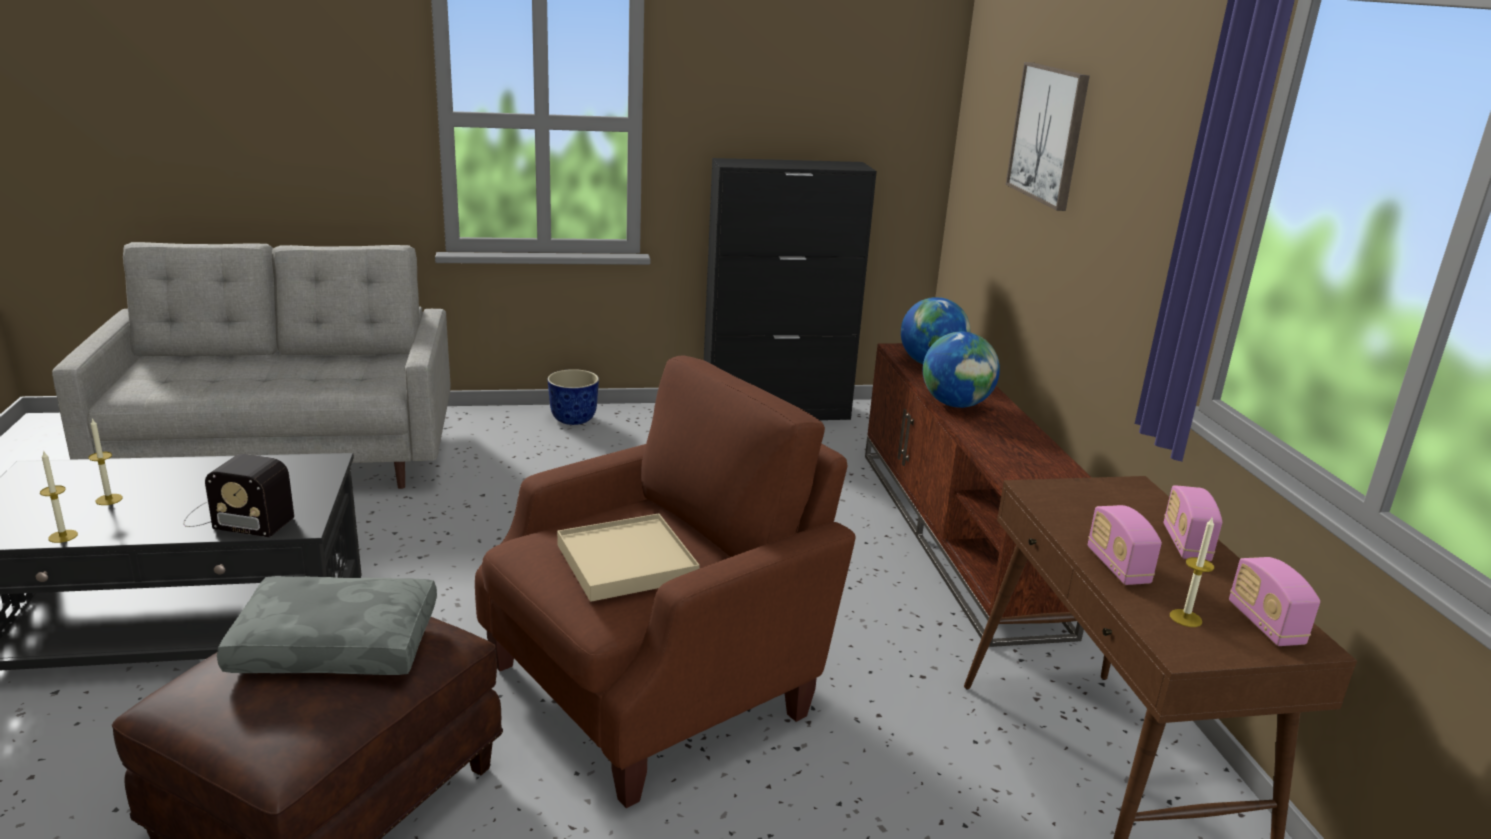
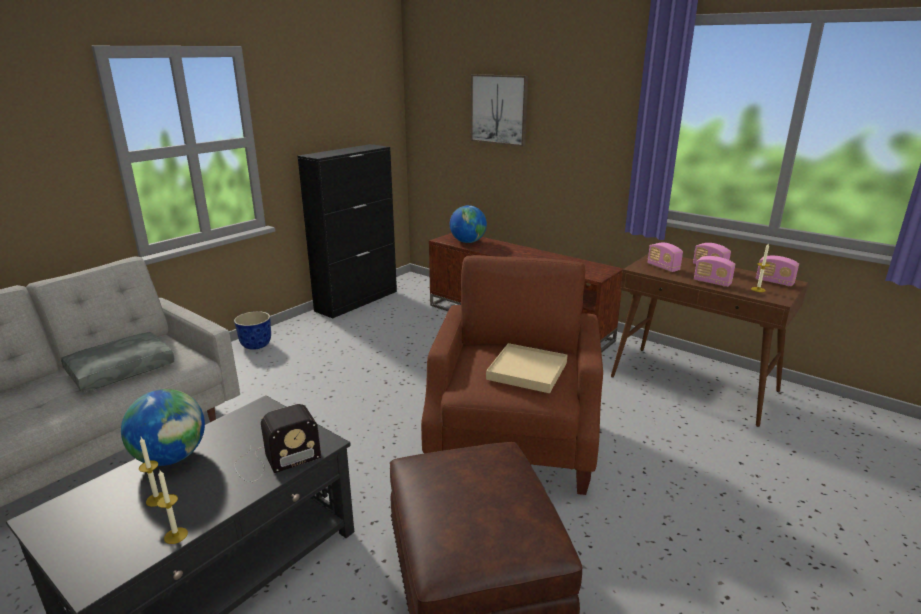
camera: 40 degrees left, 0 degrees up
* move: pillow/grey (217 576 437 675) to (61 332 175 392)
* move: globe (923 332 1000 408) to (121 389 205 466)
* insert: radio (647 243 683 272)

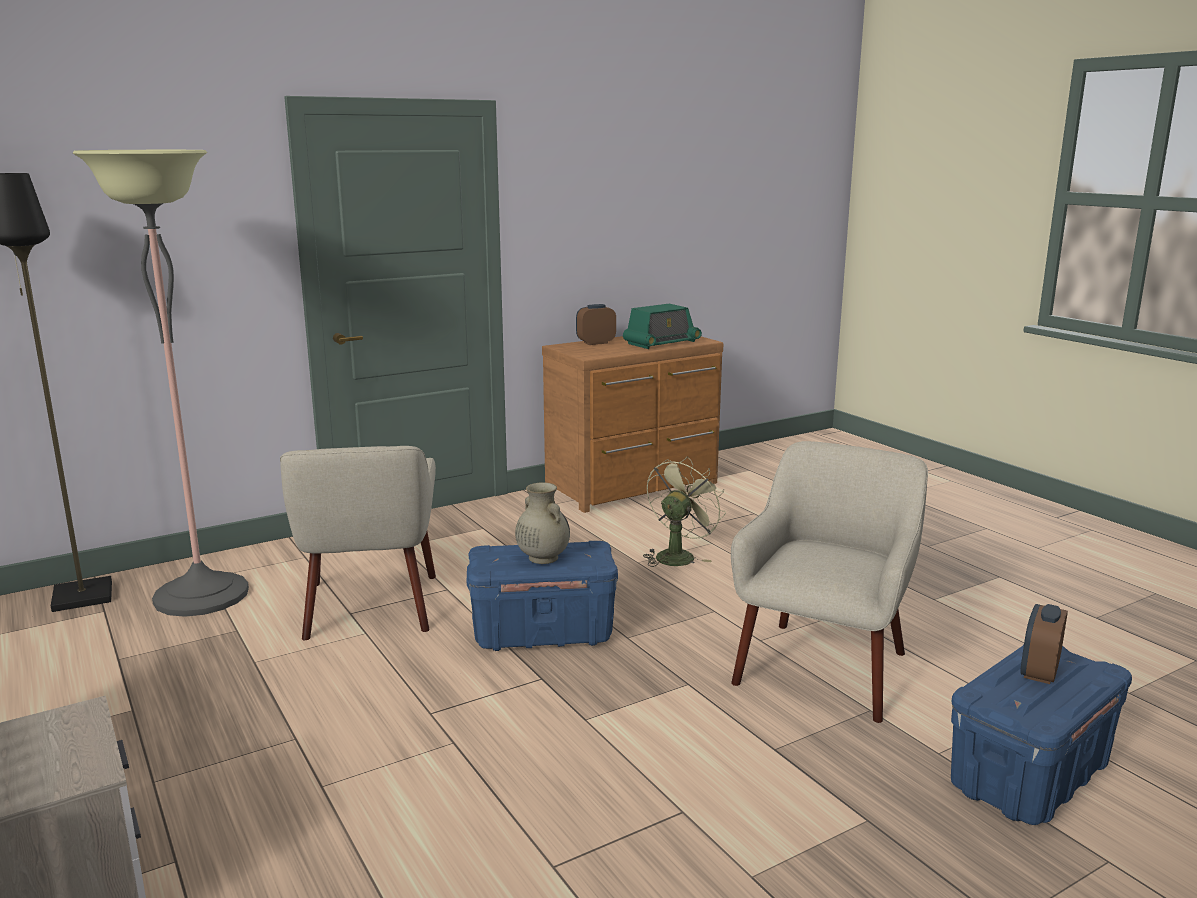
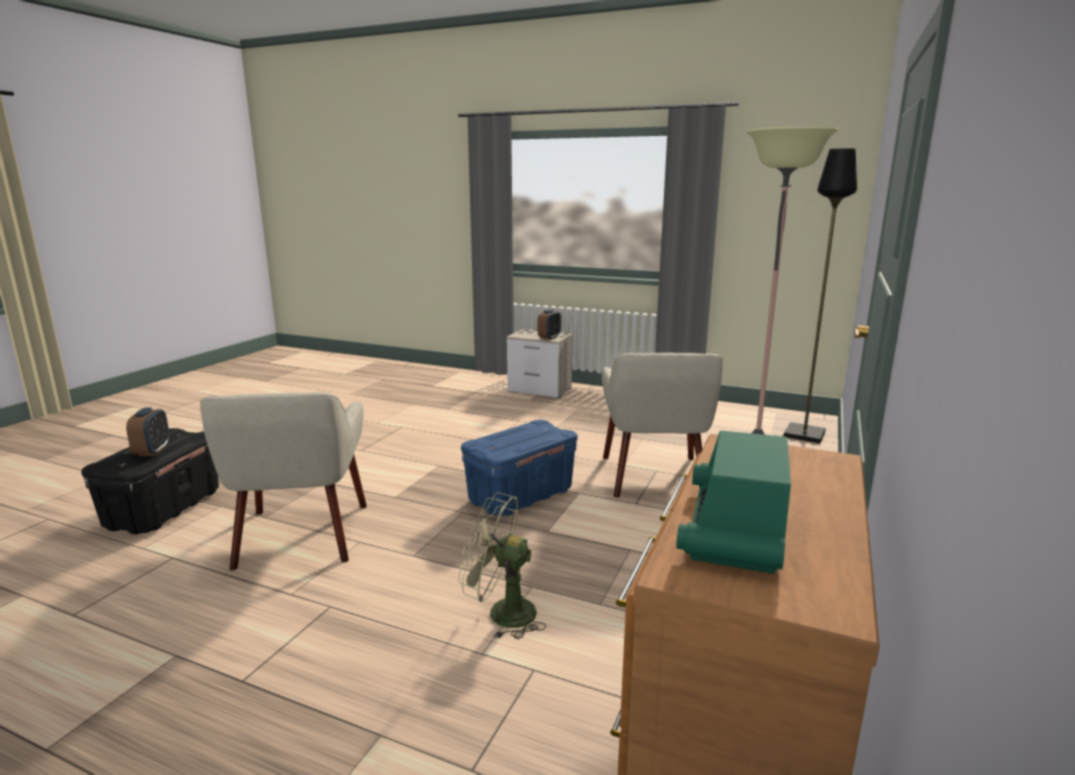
camera: 145 degrees right, 0 degrees up
* rotate: armchair/beige (280 446 436 640) = (602 353 723 498) 135 degrees counterclockwise
* delete: vase/beige (515 482 570 564)
* move: alarm clock (576 304 616 345) to (538 309 561 340)
* rotate: fan/green (643 457 726 567) = (459 492 546 639) 105 degrees clockwise
* recolor: storage box/blue (951 645 1132 825) to storage box/black (81 428 219 535)

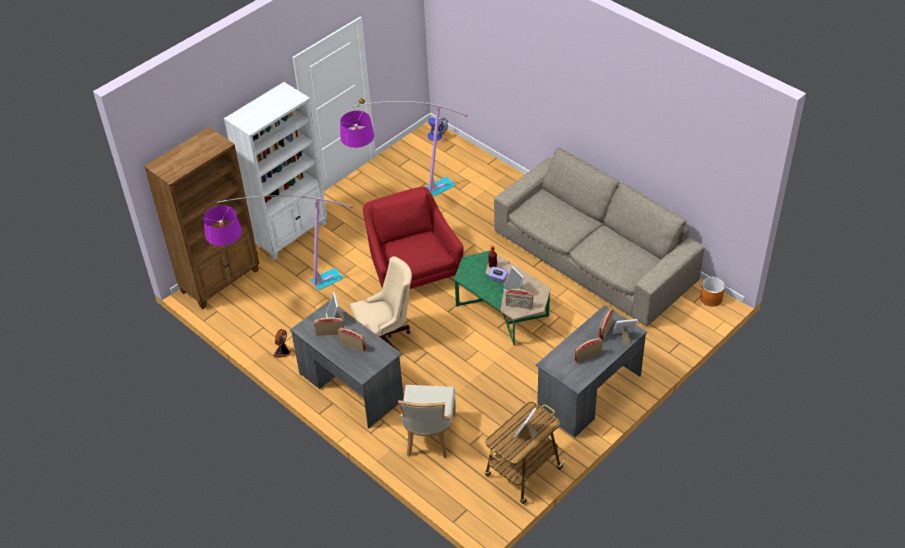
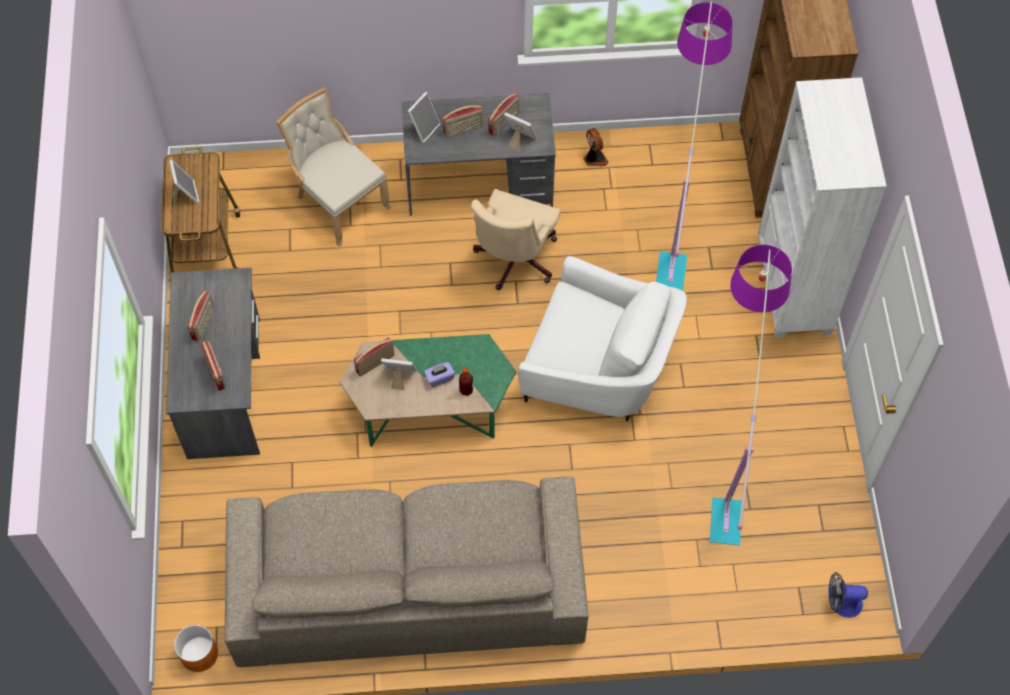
camera: 130 degrees right, 15 degrees up
* recolor: armchair/red (363 187 464 289) to armchair/white (518 256 687 421)
* move: picture frame (613 319 637 345) to (408 92 441 143)

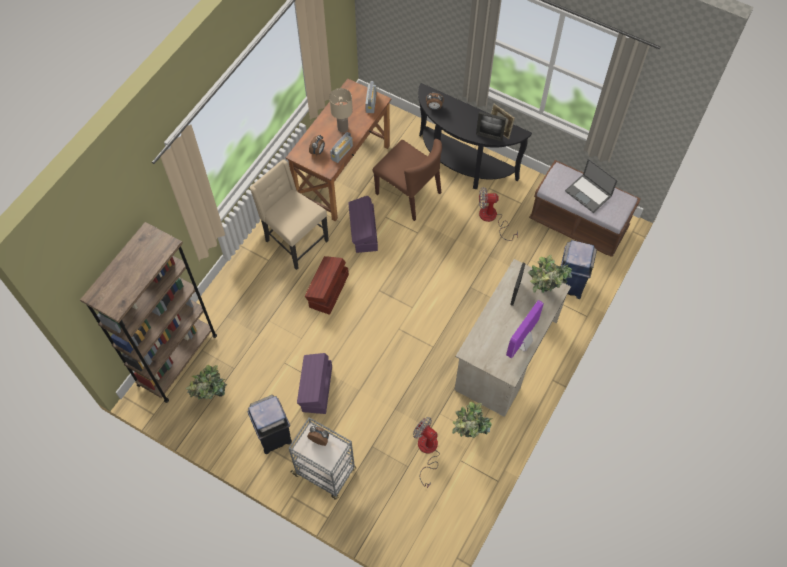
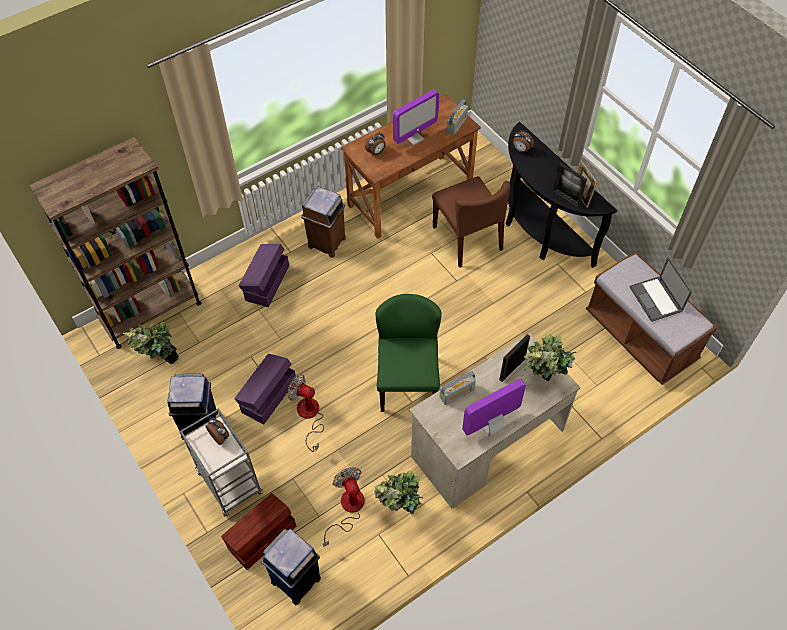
camera: 25 degrees right, 5 degrees down
* replace: chair/beige (250 159 329 270) to trash can/brown (301 187 346 258)
* move: storage box/brown (305 256 349 315) to (221 493 296 570)
* replace: table lamp/beige (329 88 353 132) to monitor (393 89 439 145)
* move: radio (330 132 353 163) to (440 371 476 405)
* move: storage box/purple (348 196 378 253) to (239 244 289 307)
* move: fan (479 187 518 241) to (288 374 324 452)
* move: trash can/blue (561 240 597 299) to (261 529 321 605)
* insert: chair/green (375 294 442 412)

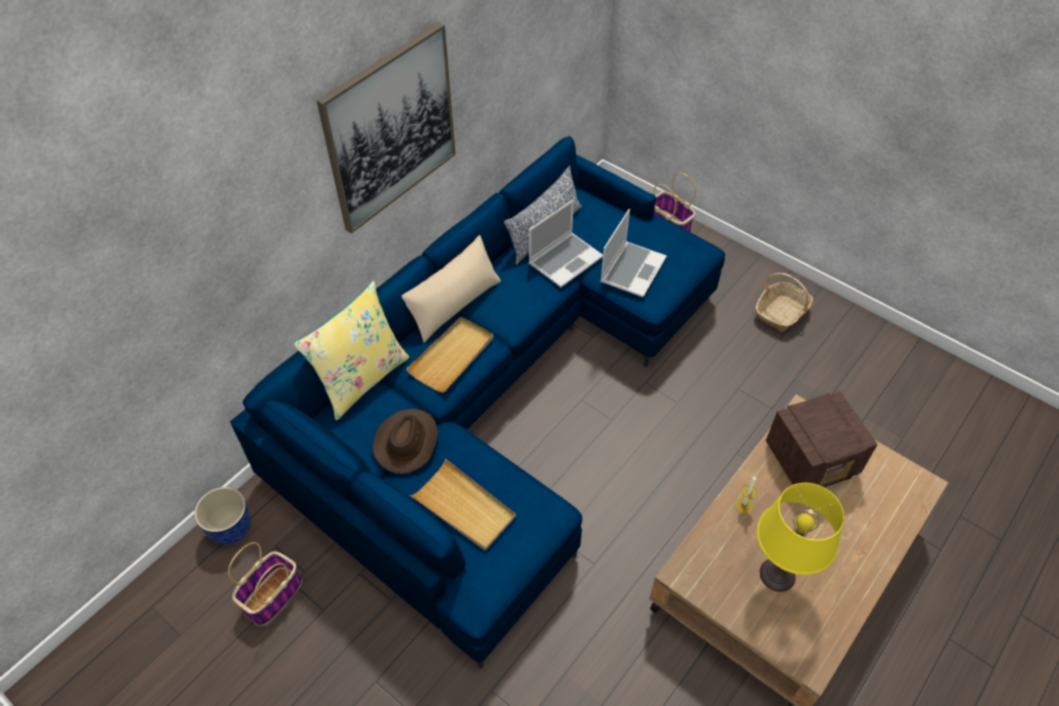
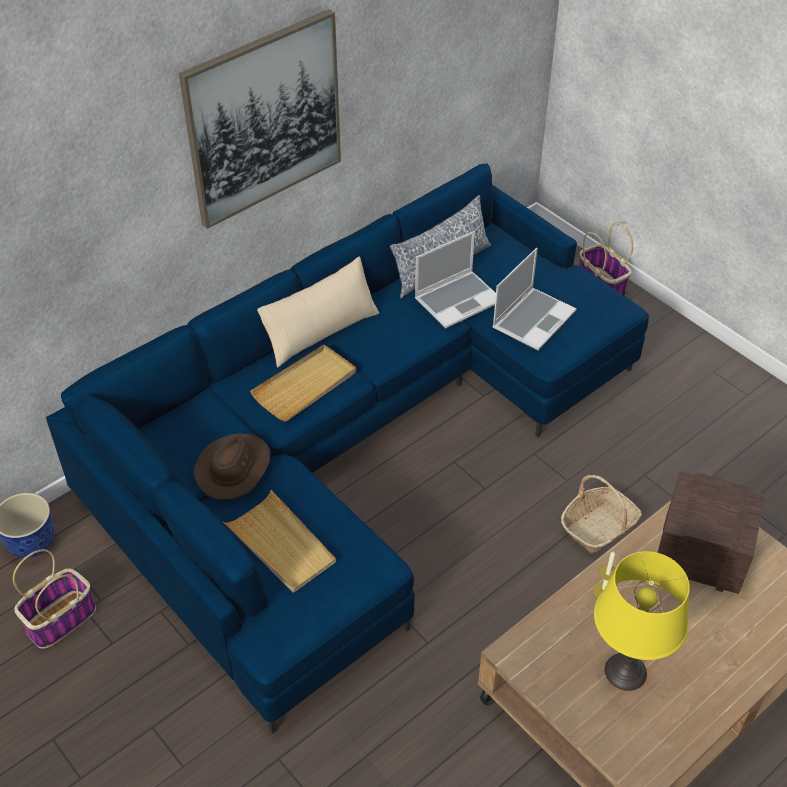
camera: 10 degrees right, 5 degrees down
* delete: pillow/yellow (293 281 410 420)
* move: basket (756 273 813 332) to (561 475 642 554)
* rotate: radio (766 391 878 487) = (658 471 765 594) 150 degrees counterclockwise

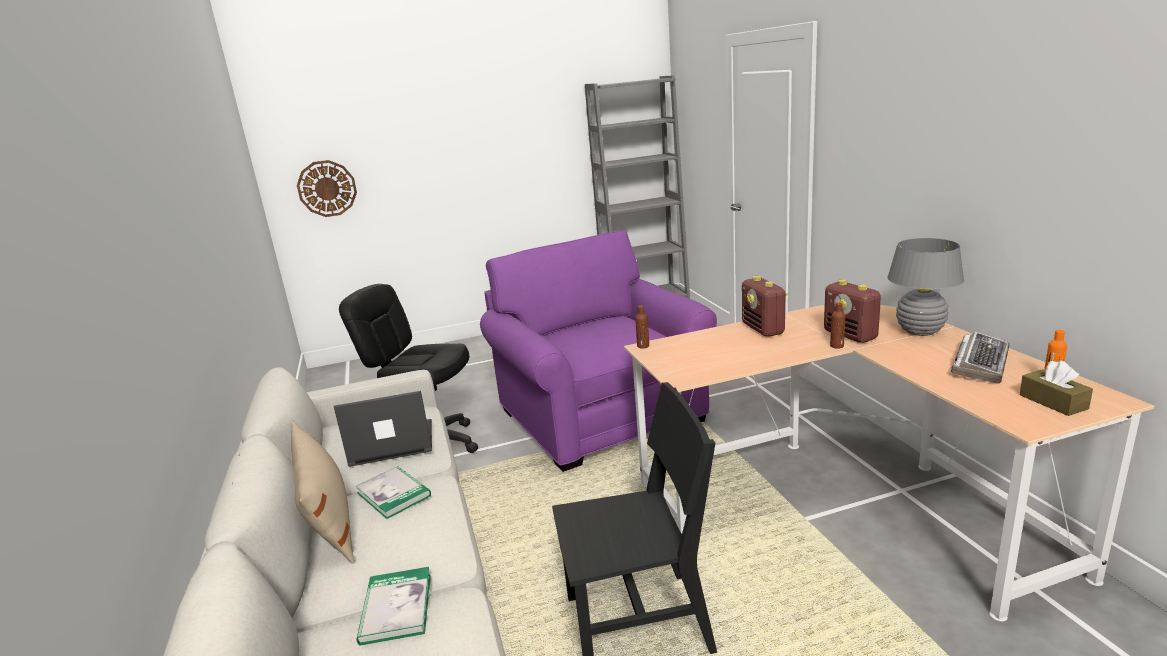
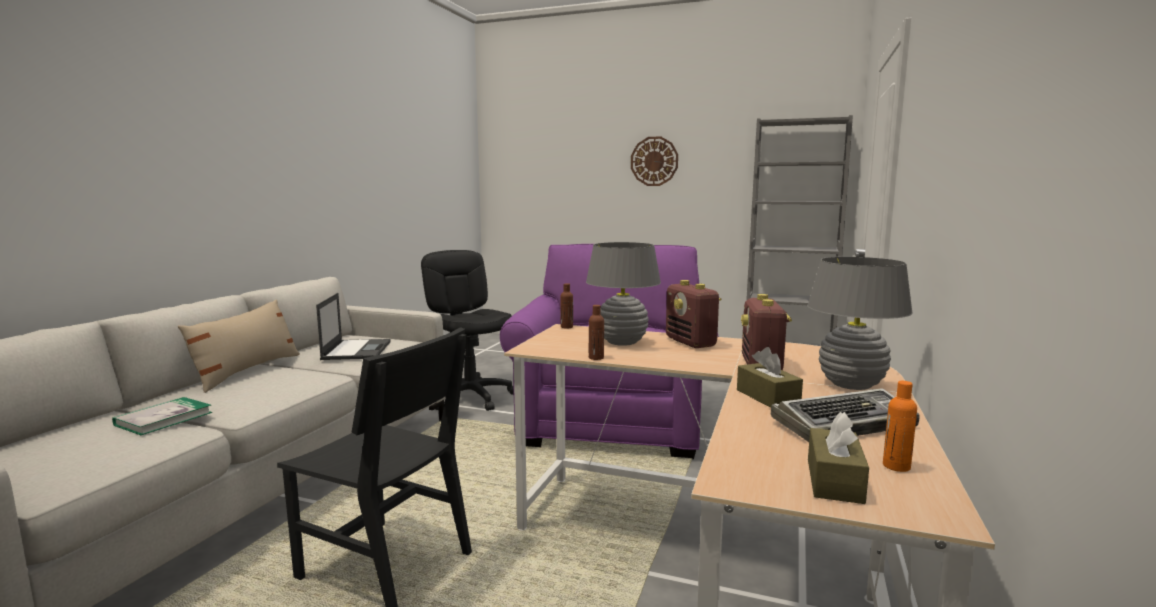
camera: 35 degrees right, 10 degrees down
* move: wall clock (297 160 357 217) to (631 136 678 186)
* rotate: laptop (334 391 432 467) = (316 293 391 360) 60 degrees clockwise
* delete: book (355 466 431 519)
* rotate: radio (742 276 788 337) = (666 280 721 348) 45 degrees counterclockwise
* move: bottle/brown (830 302 845 348) to (589 305 604 360)
* insert: table lamp/grey (586 242 661 346)
* insert: tissue box/brown (737 347 803 408)

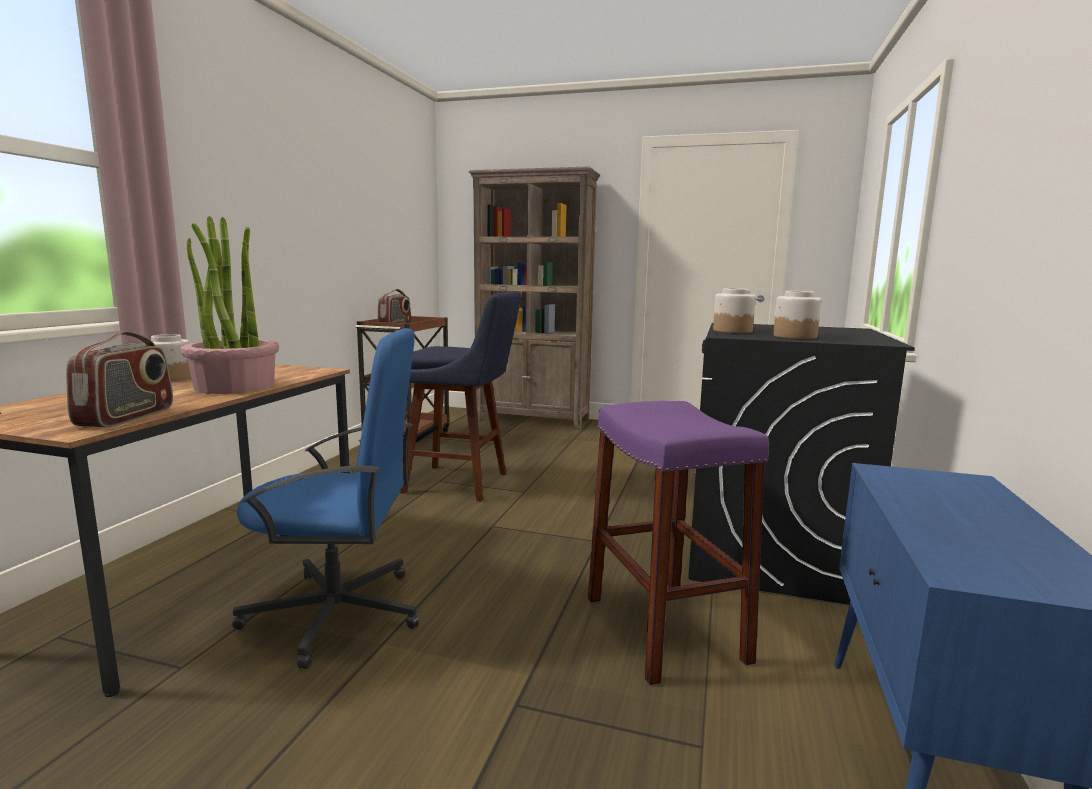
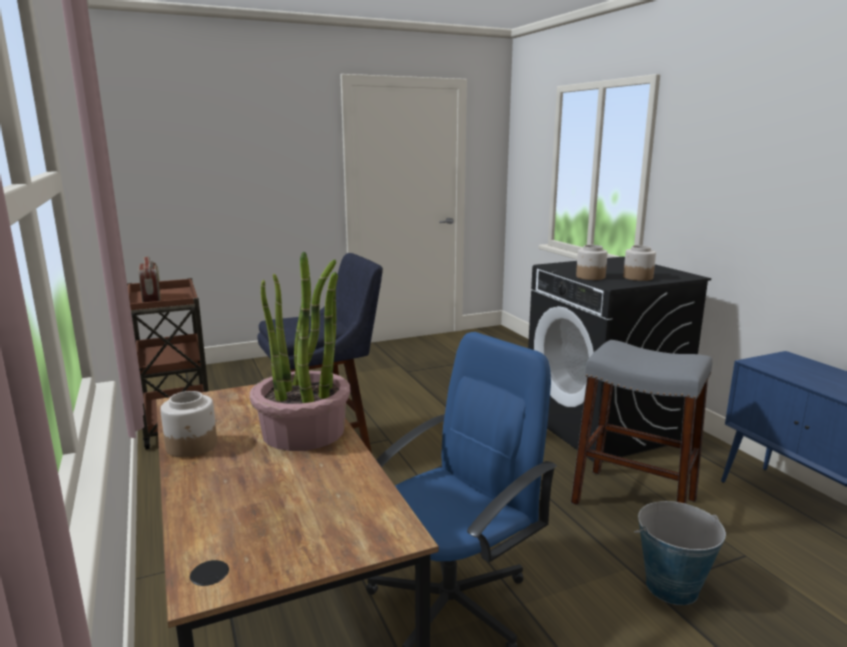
camera: 40 degrees left, 5 degrees up
* delete: radio (66 331 173 427)
* delete: bookcase/brown (469 167 600 430)
* recolor: stool/purple (588 401 769 685) to stool/grey (571 340 712 505)
* insert: bucket (634 501 726 605)

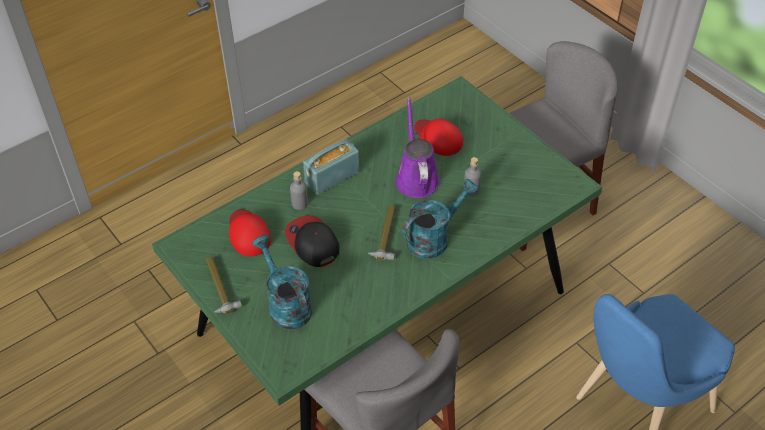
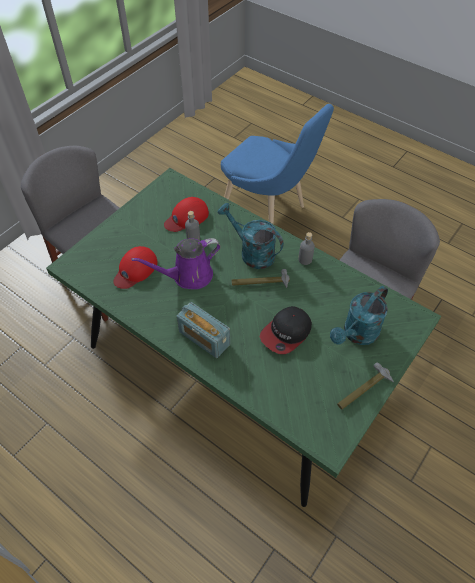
camera: 105 degrees left, 5 degrees up
* move: cap/red (229 209 271 256) to (164 197 209 232)
* move: bottle/grey (290 171 308 210) to (298 232 315 265)

